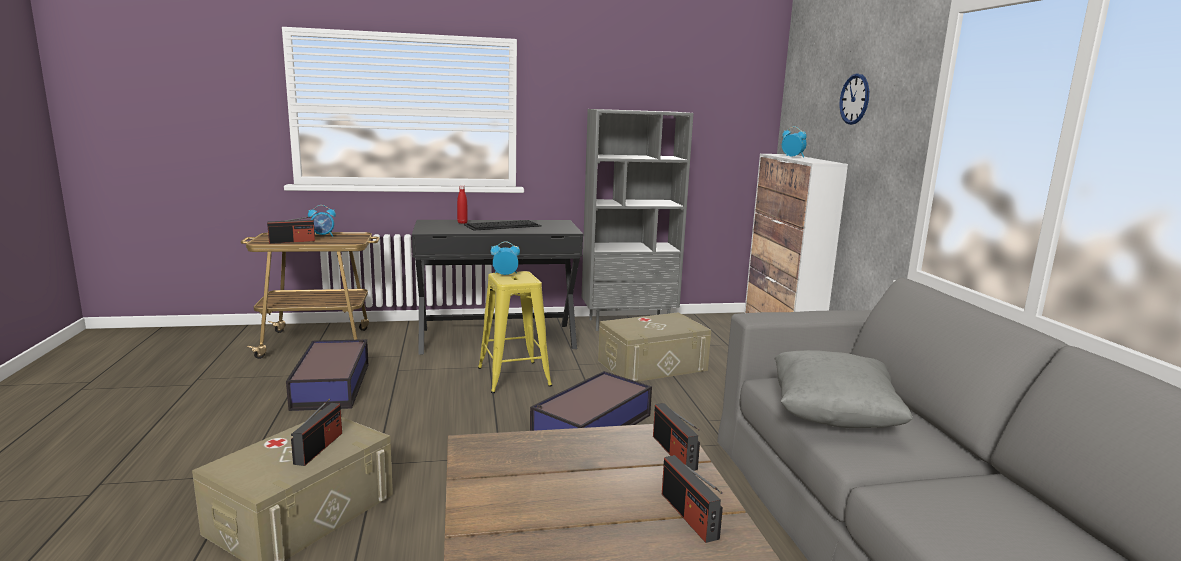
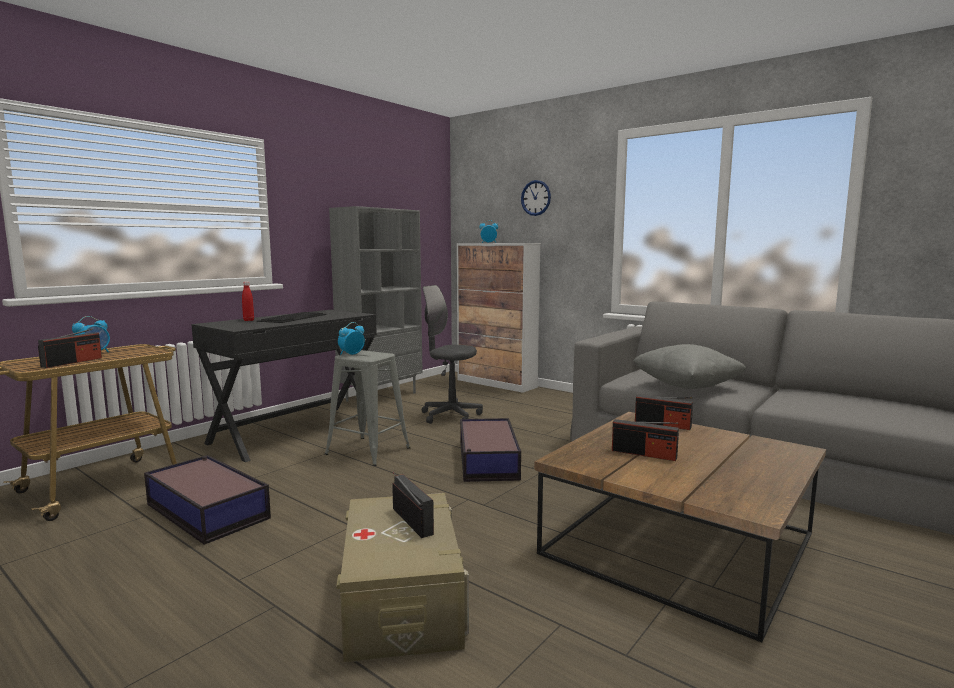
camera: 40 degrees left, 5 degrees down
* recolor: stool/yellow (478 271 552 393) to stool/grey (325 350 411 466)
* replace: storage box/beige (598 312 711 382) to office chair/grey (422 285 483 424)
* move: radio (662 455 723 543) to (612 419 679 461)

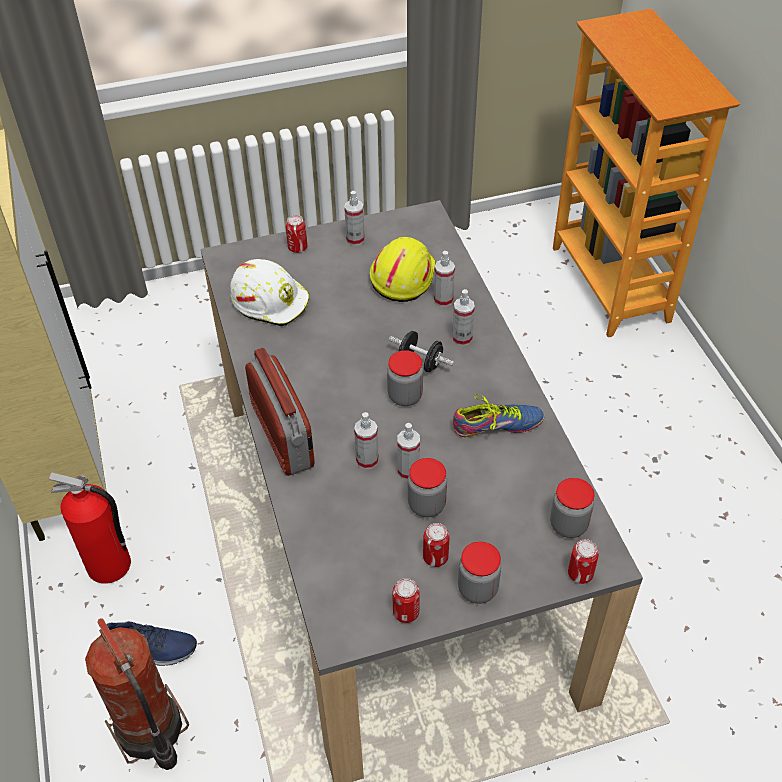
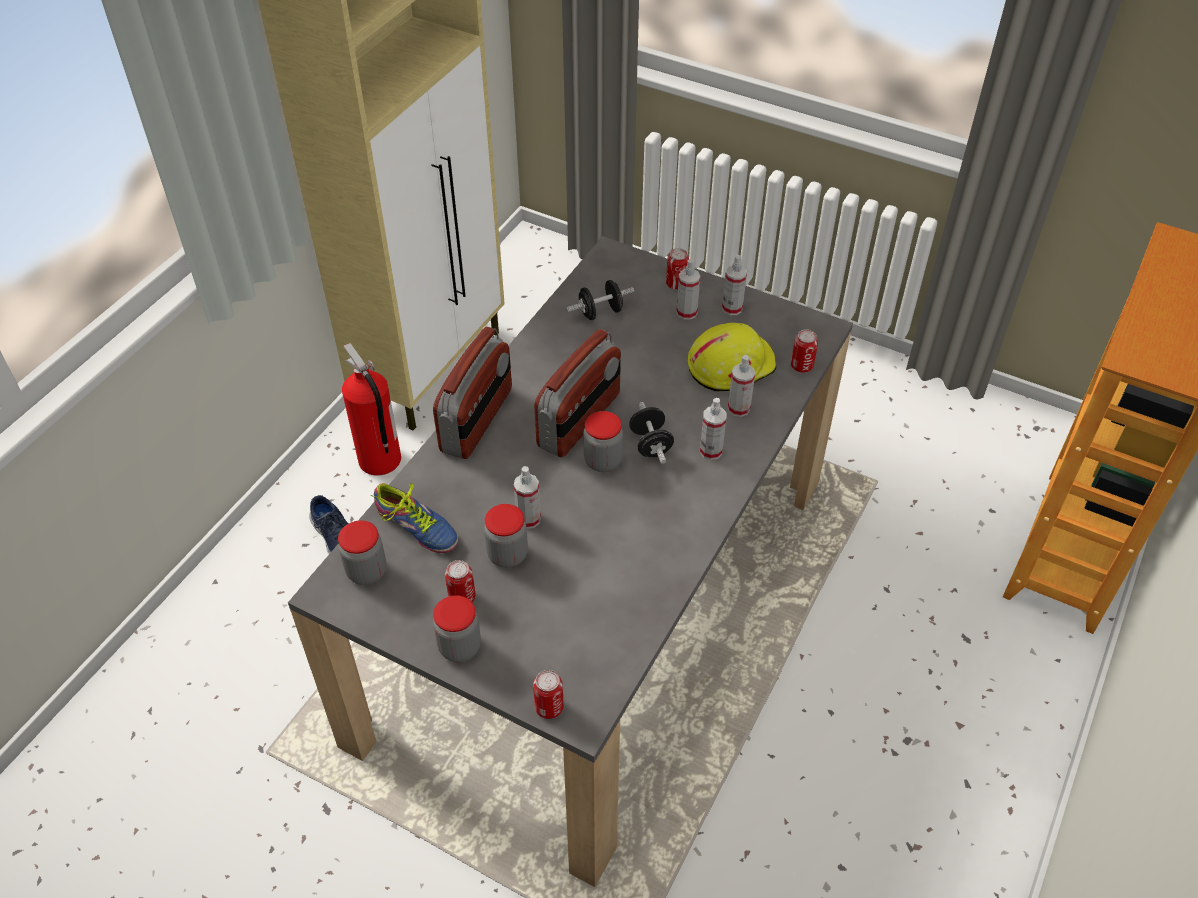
camera: 45 degrees right, 0 degrees up
* delete: fire extinguisher (85 618 189 770)
* replace: hard hat/white (230 259 310 327) to dumbbell/black (566 280 634 320)
* move: spray bottle (354 412 379 469) to (676 259 700 320)
* move: can (393 578 420 623) to (791 329 818 373)
* move: shoe (453 394 545 437) to (371 483 458 553)
* move: jar (550 478 594 538) to (338 520 386 585)
* insert: radio (534 329 621 457)

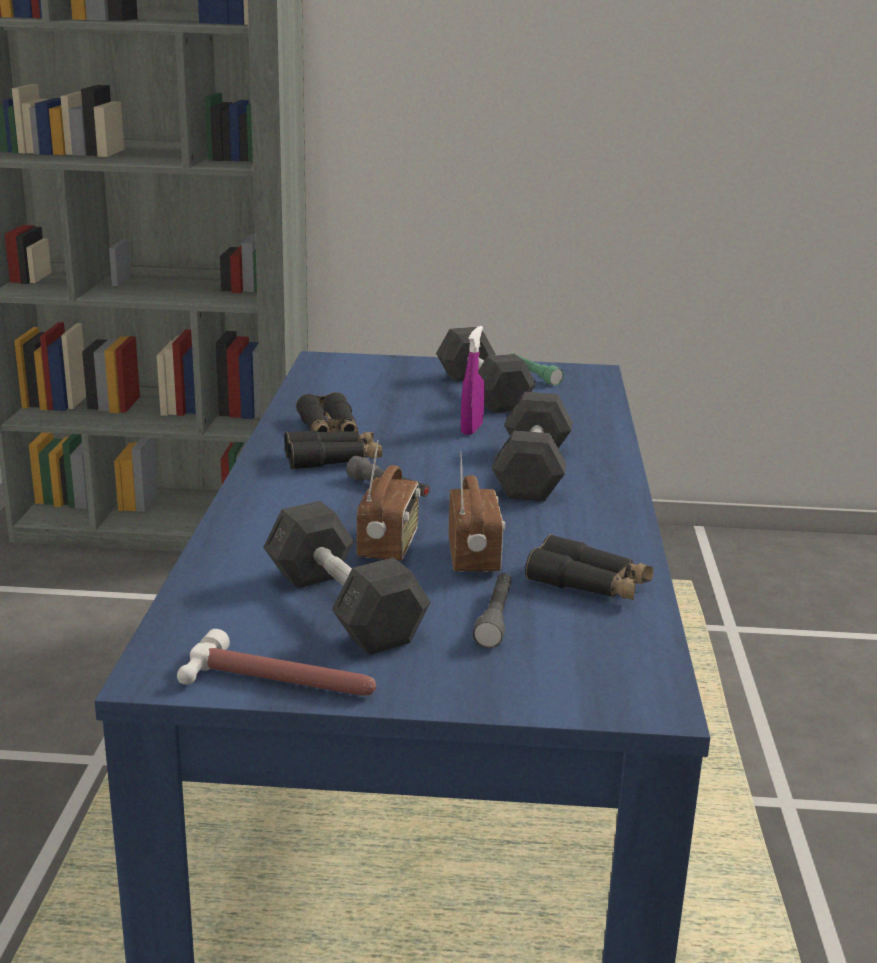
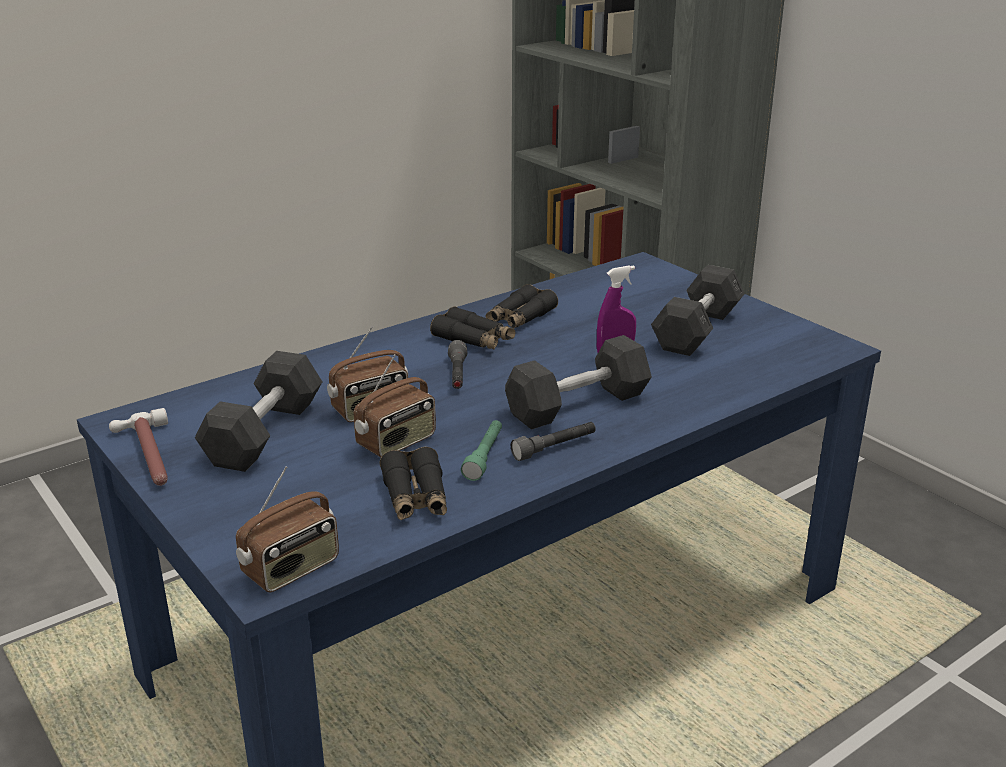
camera: 50 degrees right, 5 degrees up
* move: flashlight/grey (473 573 512 648) to (511 422 596 461)
* move: flashlight/green (511 353 564 386) to (461 420 502 481)
* insert: radio (236 466 339 592)

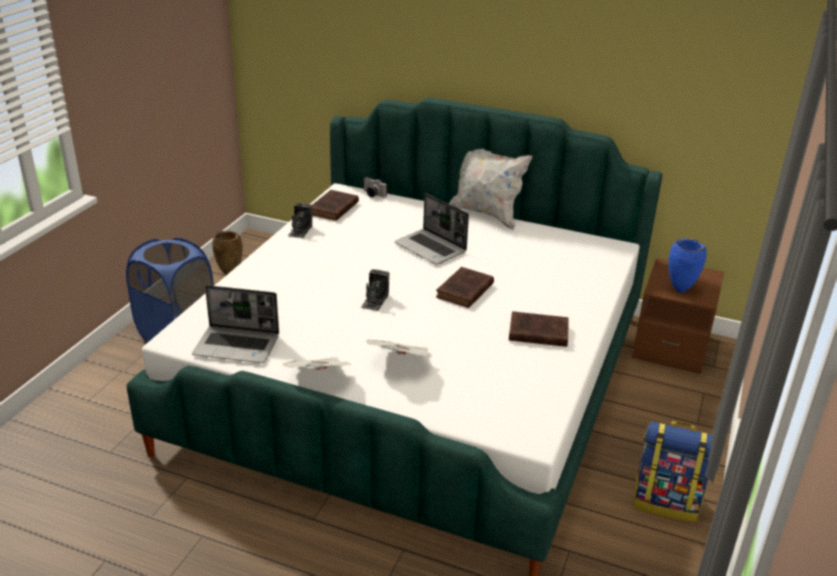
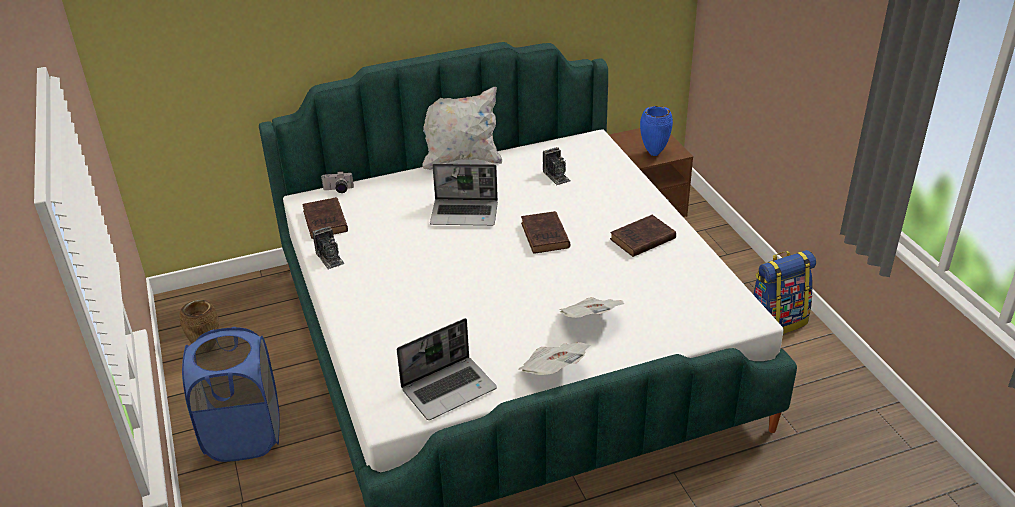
camera: 40 degrees left, 5 degrees up
* move: photo camera (361 269 390 311) to (543 147 570 185)

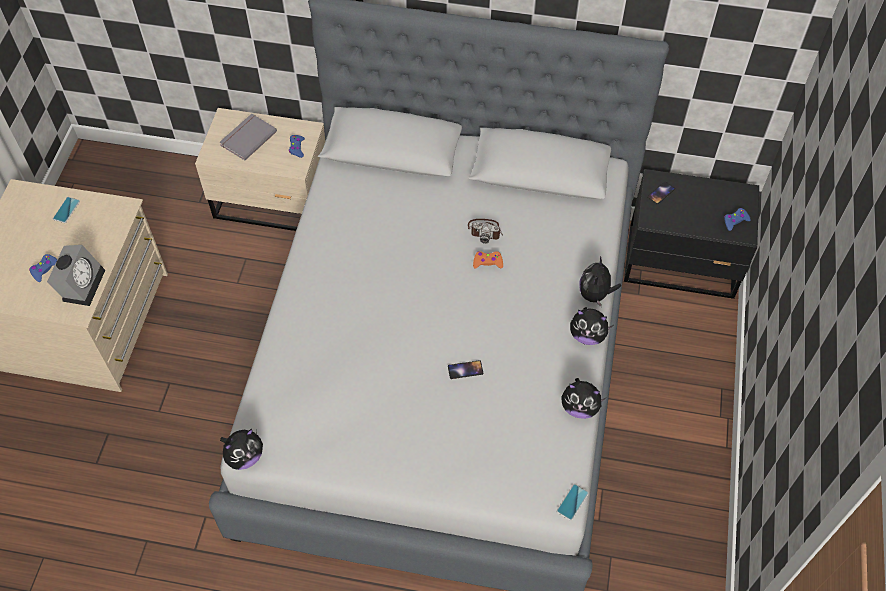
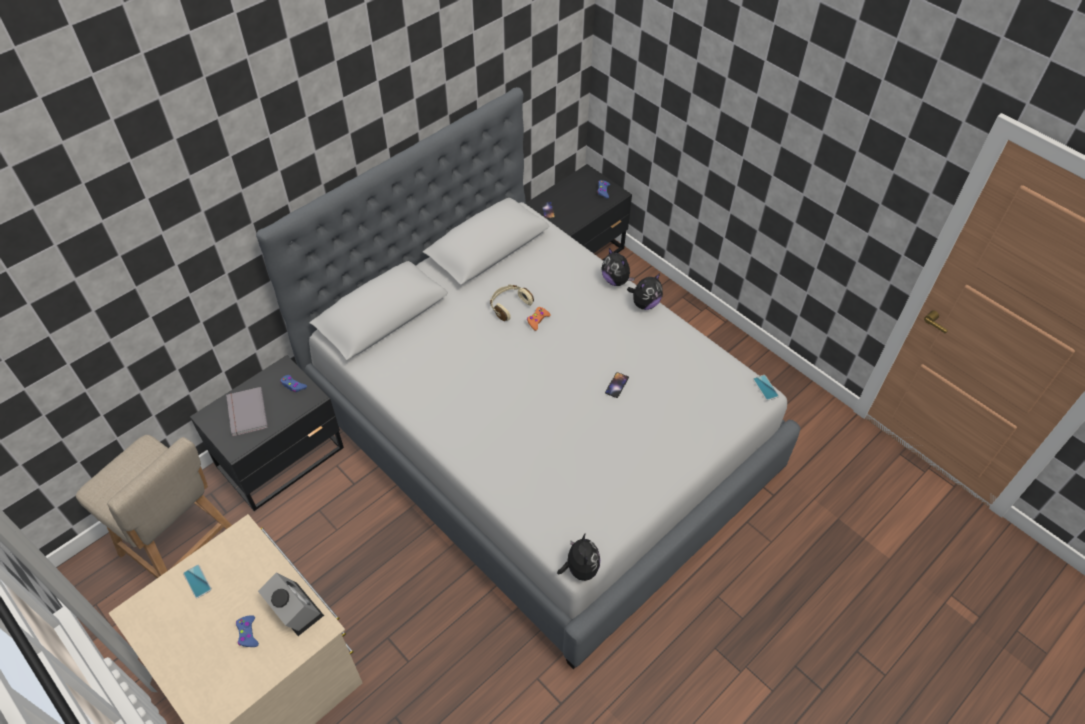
camera: 55 degrees left, 5 degrees down
* recolor: nightstand/beige (195 108 325 231) to nightstand/black (190 355 344 511)
* replace: photo camera (468 219 503 244) to headphones/beige (490 285 534 321)
* delete: plush toy (562 378 606 419)
* insert: chair/beige (76 435 232 578)

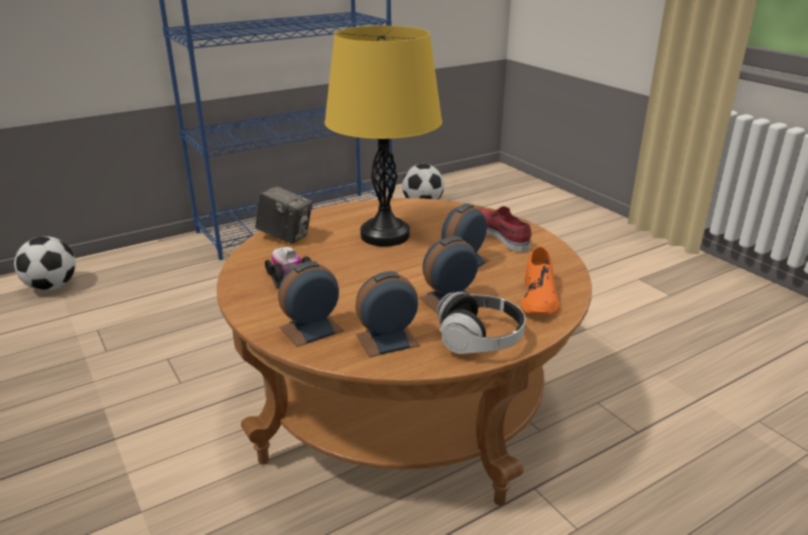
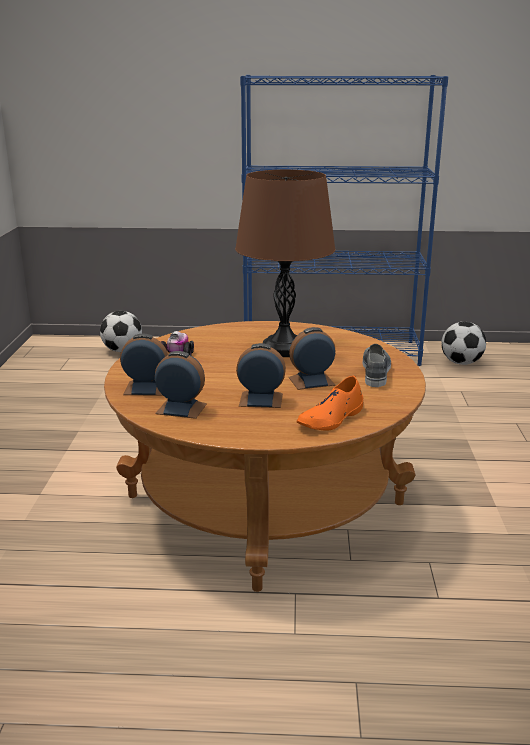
camera: 35 degrees right, 5 degrees down
* delete: photo camera (255 186 313 244)
* recolor: table lamp/yellow (325 26 442 246) to table lamp/brown (235 170 336 357)
* delete: headphones (437 292 526 354)
* recolor: shoe/red (478 206 532 252) to shoe/grey (363 344 391 387)

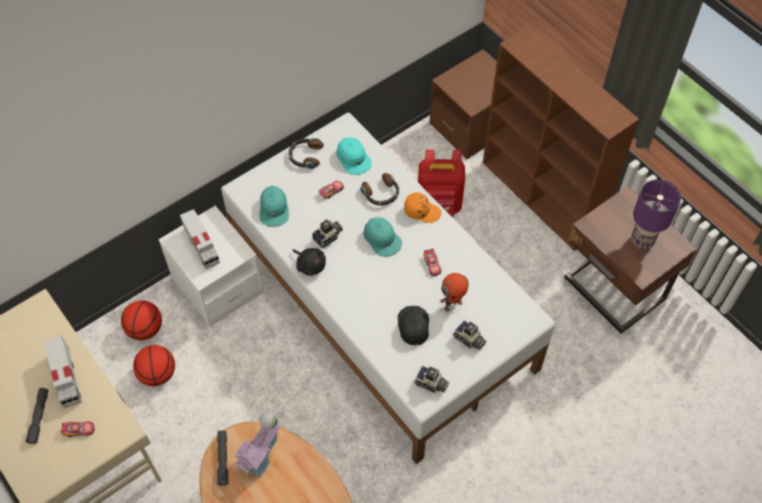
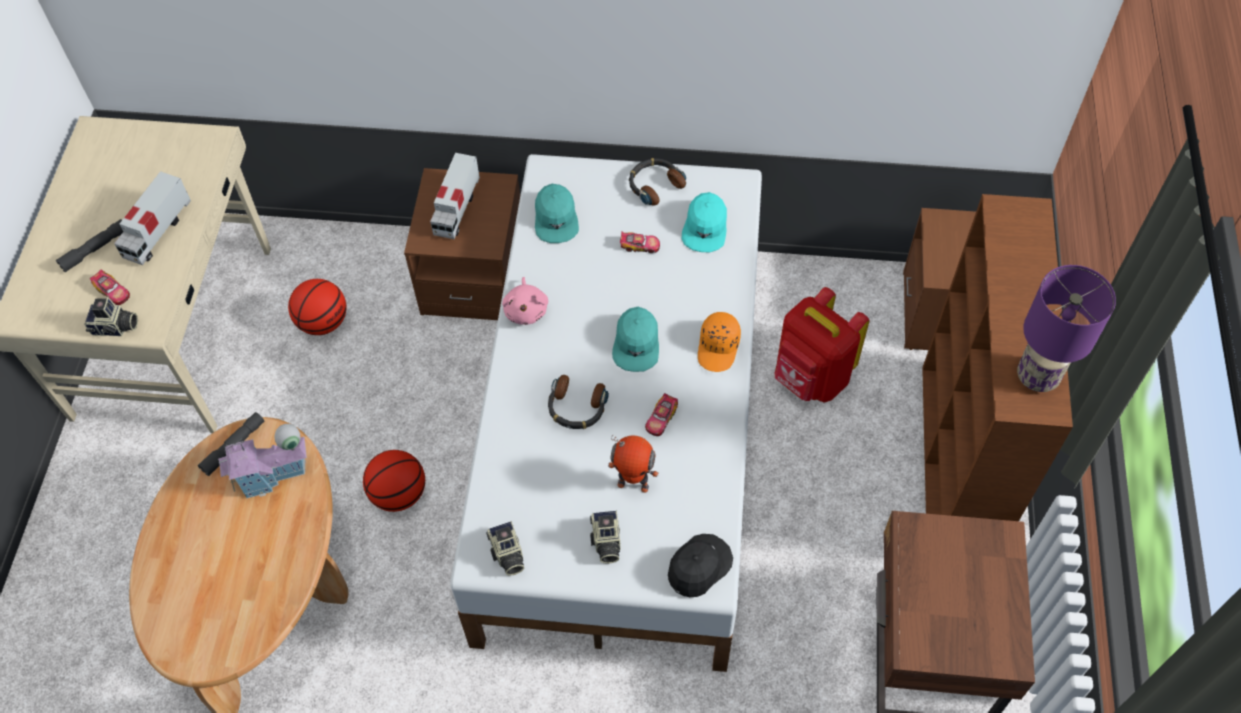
camera: 45 degrees right, 0 degrees up
* move: basketball (121 300 162 341) to (363 450 425 512)
* recolor: nightstand/white (158 206 264 327) to nightstand/brown (404 168 520 320)
* rotate: cap/turquoise (259 186 289 227) = (535 184 579 243) 45 degrees counterclockwise
* recolor: plush toy/black (292 248 326 276) to plush toy/pink (502 277 548 325)
* move: photo camera (312 218 343 248) to (84 297 138 336)
* move: headphones (361 173 399 206) to (548 375 609 429)
* move: cap/black (398 306 429 346) to (668 534 733 597)
* rotate: cap/orange (404 192 441 223) = (698 312 741 372) 45 degrees clockwise
* move: table lamp/purple (631 179 681 249) to (1017 265 1116 392)

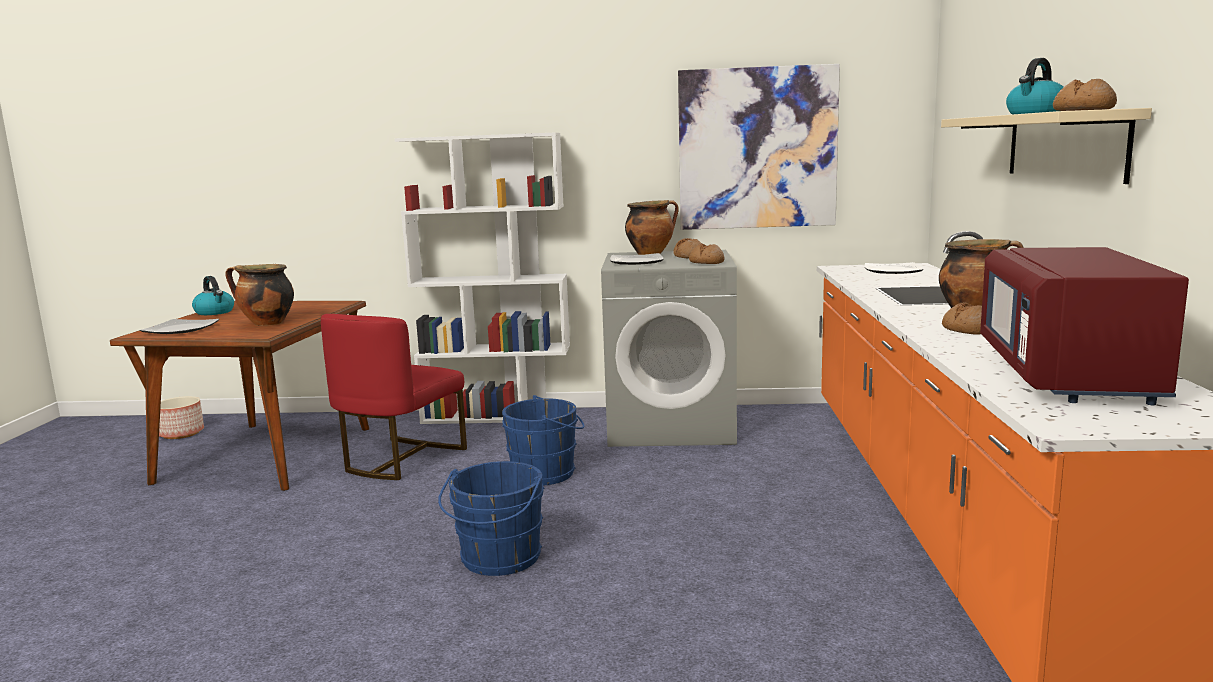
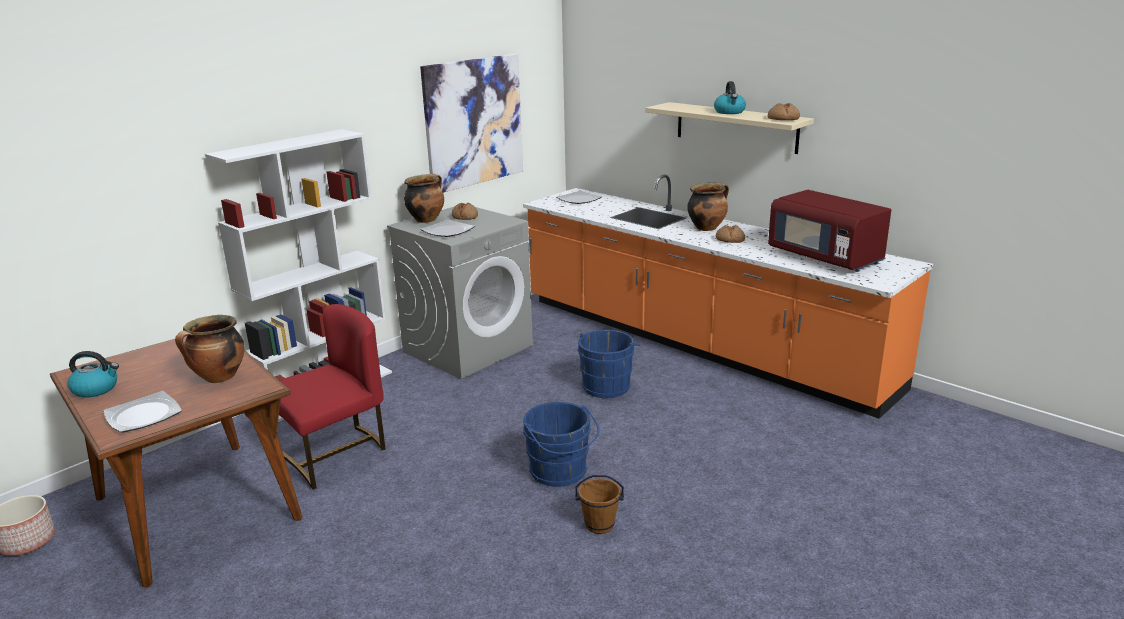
camera: 50 degrees left, 10 degrees up
* rotate: chair/red (321 314 467 480) = (268 304 385 490) 105 degrees counterclockwise
* move: bucket/blue (502 395 585 486) to (577 330 640 398)
* delete: bread (689 243 724 264)
* insert: bucket/brown (575 475 624 534)

